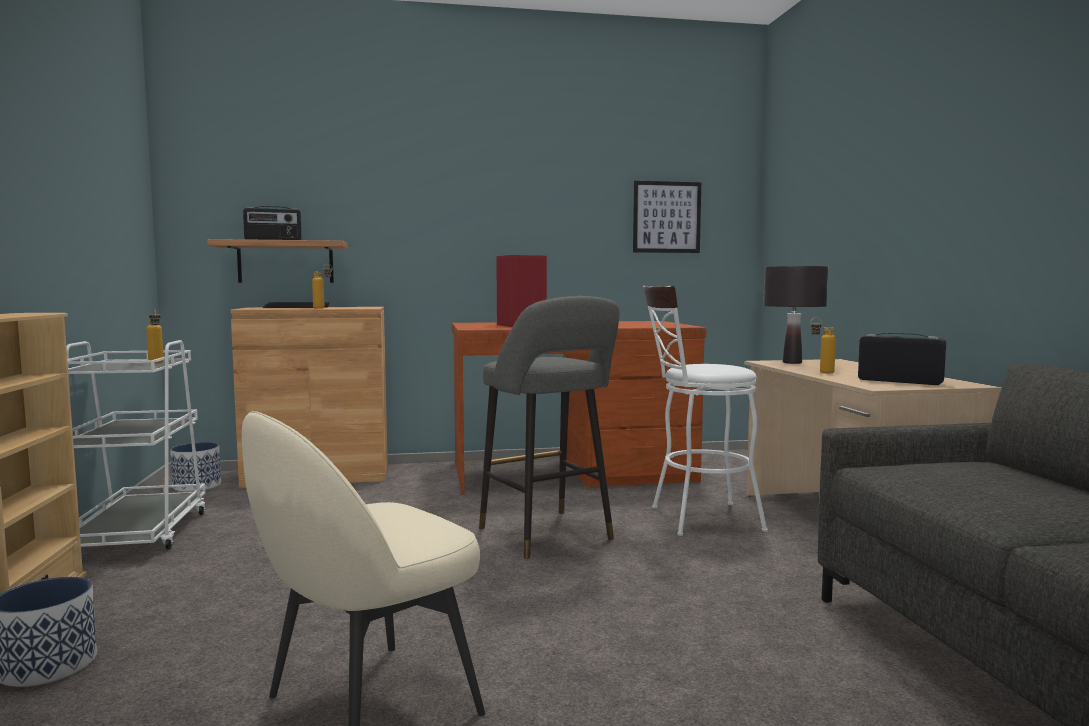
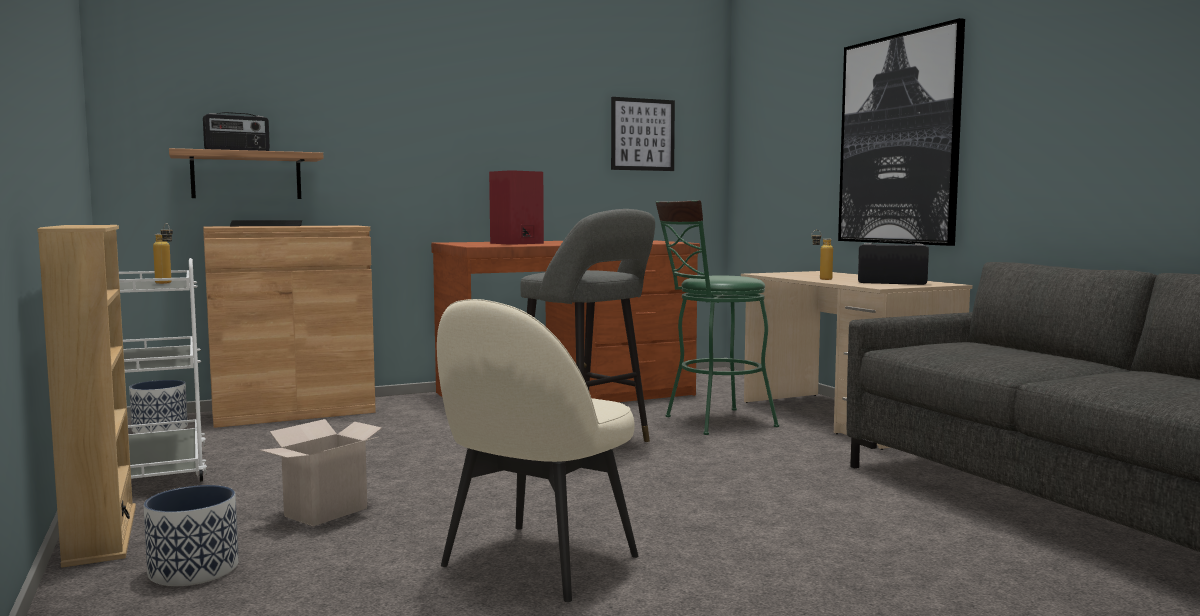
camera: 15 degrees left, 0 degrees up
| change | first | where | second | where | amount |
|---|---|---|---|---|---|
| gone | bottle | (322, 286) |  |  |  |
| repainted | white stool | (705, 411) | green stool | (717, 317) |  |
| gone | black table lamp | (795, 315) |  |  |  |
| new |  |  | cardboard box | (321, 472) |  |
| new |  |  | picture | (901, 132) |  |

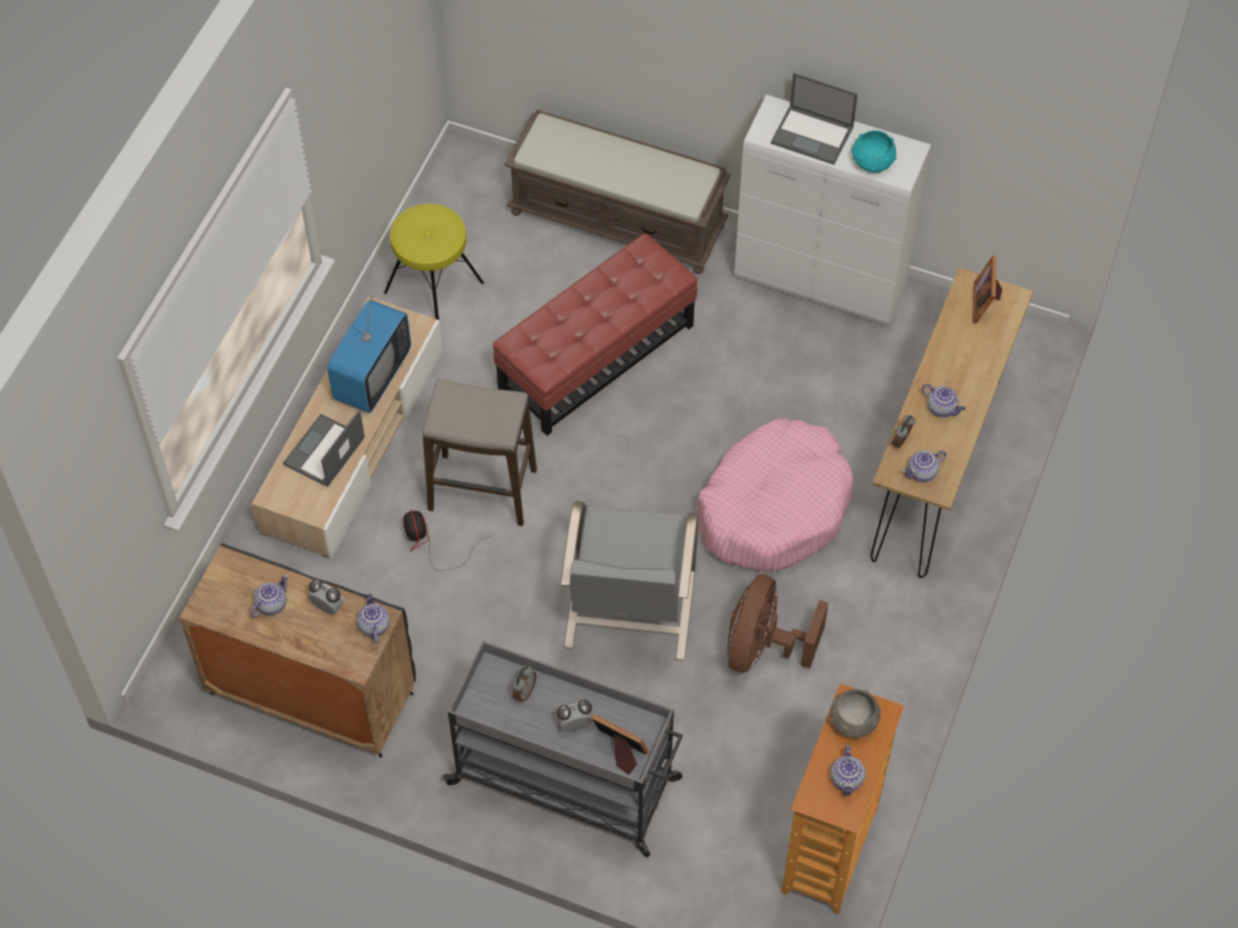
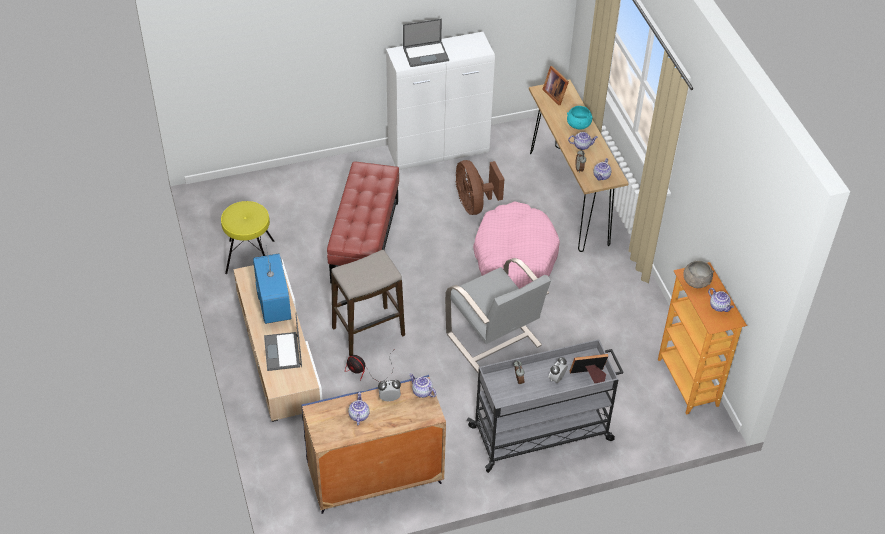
camera: 40 degrees left, 10 degrees down
| change | first | where | second | where | amount |
|---|---|---|---|---|---|
| repainted | black cabinet | (297, 650) | blue cabinet | (374, 444) |  |
| gone | brown bench | (617, 191) |  |  |  |
| shifted | brown fan | (777, 623) |  | (479, 187) |  |
| shifted | turquoise bowl | (873, 151) |  | (580, 118) |  |

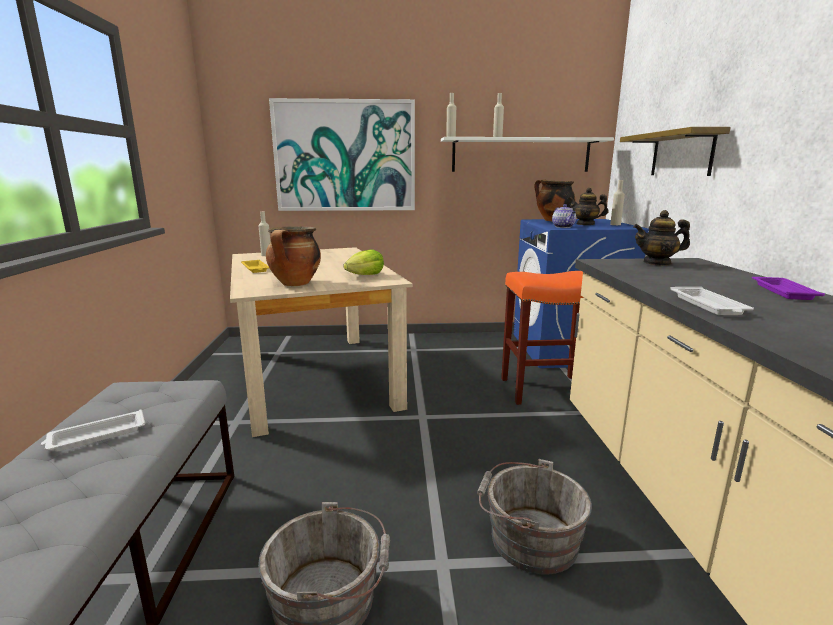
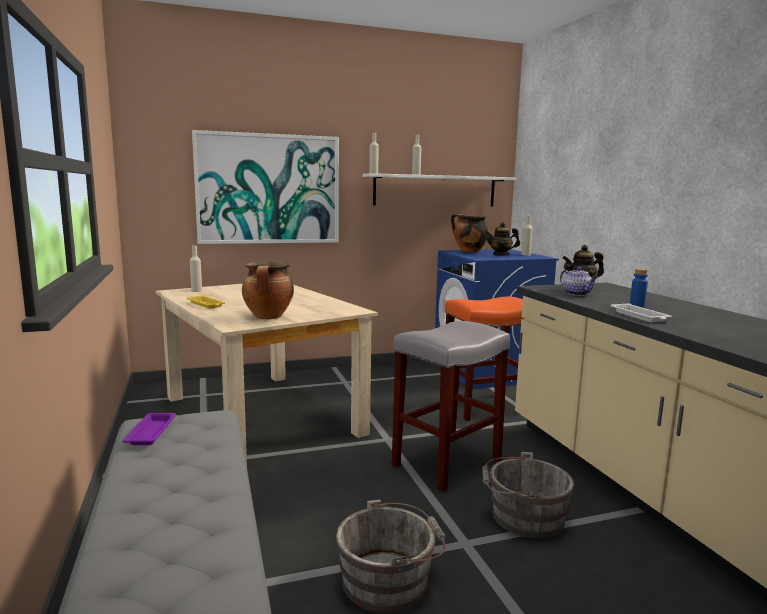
camera: 15 degrees left, 5 degrees down
| change | first | where | second | where | amount |
|---|---|---|---|---|---|
| gone | white tray | (93, 431) |  |  |  |
| gone | lettuce | (364, 262) |  |  |  |
| shifted | teapot | (564, 216) |  | (579, 281) |  |
| gone | shelf | (675, 151) |  |  |  |
| shifted | purple tray | (788, 288) |  | (149, 429) |  |
| new |  |  | grey stool | (451, 406) |  |
| new |  |  | blue bottle | (639, 288) |  |

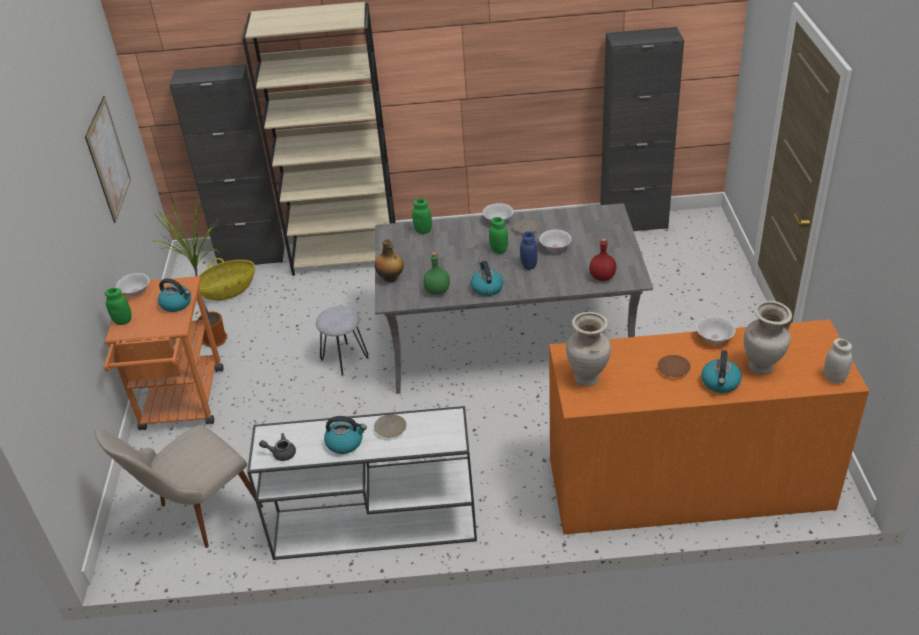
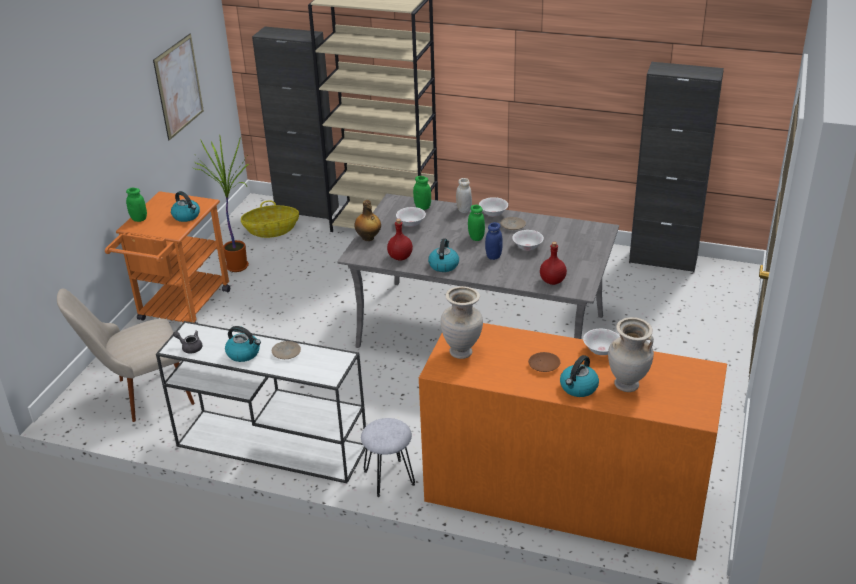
camera: 20 degrees right, 5 degrees down
| change | first | where | second | where | amount |
|---|---|---|---|---|---|
| shifted | white bowl | (132, 284) |  | (411, 217) |  |
| shifted | grey stool | (342, 340) |  | (388, 457) |  |
| repainted | green bottle | (436, 273) | red bottle | (400, 239) |  |
| shifted | white jar | (838, 361) |  | (464, 195) |  |

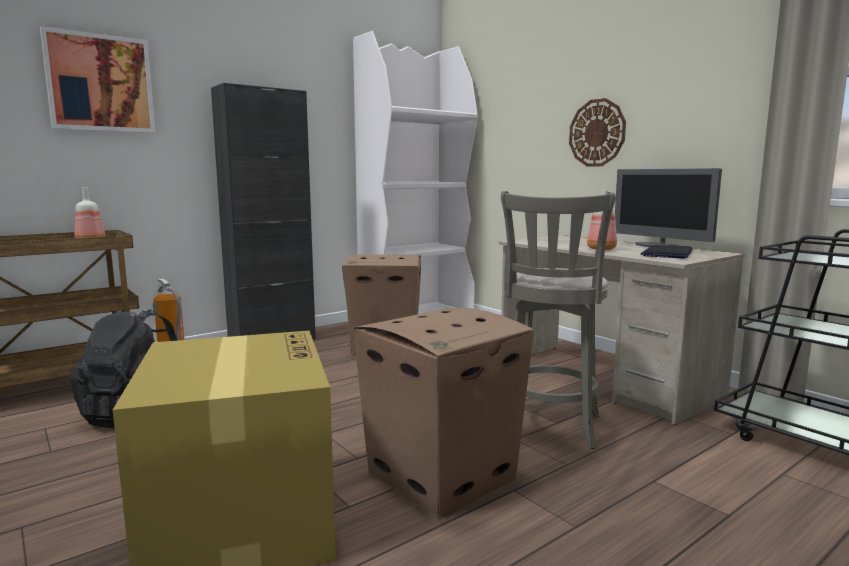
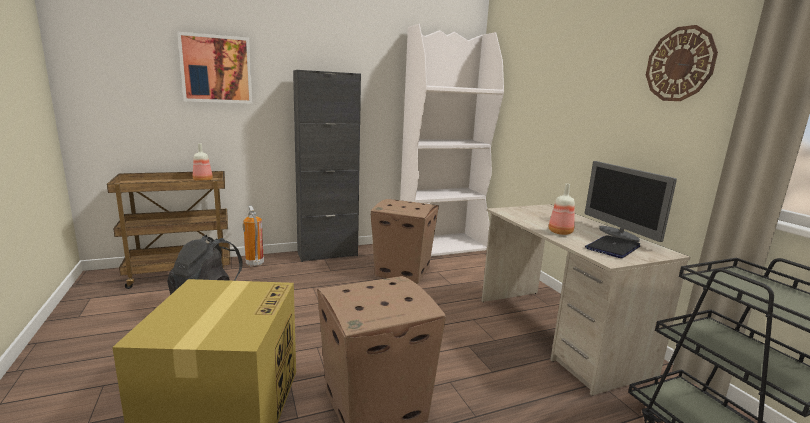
camera: 15 degrees right, 5 degrees up
| change | first | where | second | where | amount |
|---|---|---|---|---|---|
| gone | grey stool | (558, 320) |  |  |  |
| shifted | wall clock | (597, 132) |  | (682, 63) |  |

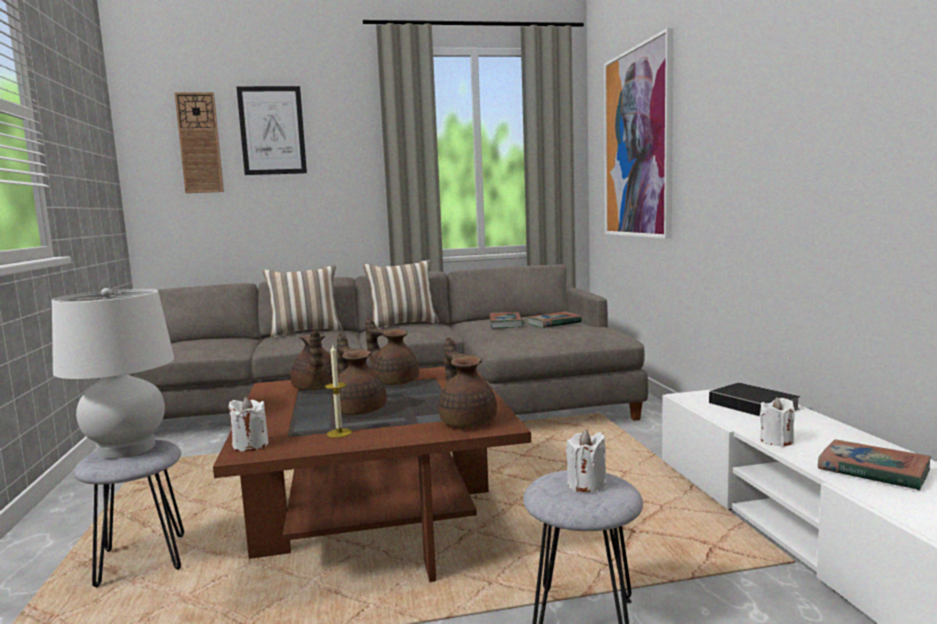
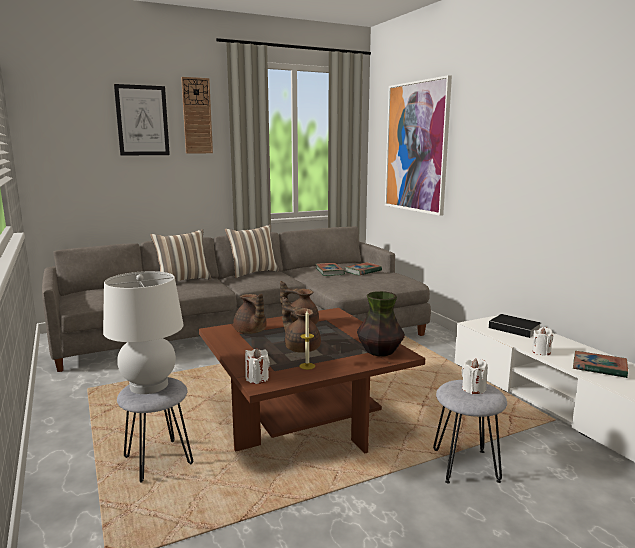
camera: 15 degrees left, 5 degrees up
| change | first | where | second | where | amount |
|---|---|---|---|---|---|
| shifted | wall clock | (199, 142) |  | (197, 115) |  |
| swapped | brown teapot | (468, 382) | vase | (381, 323) |  |

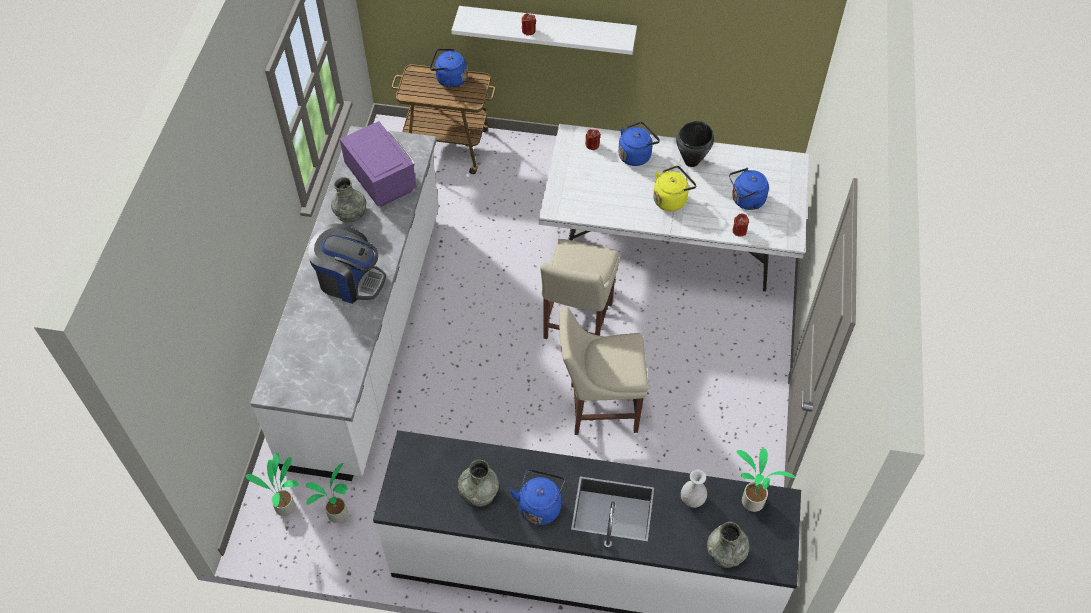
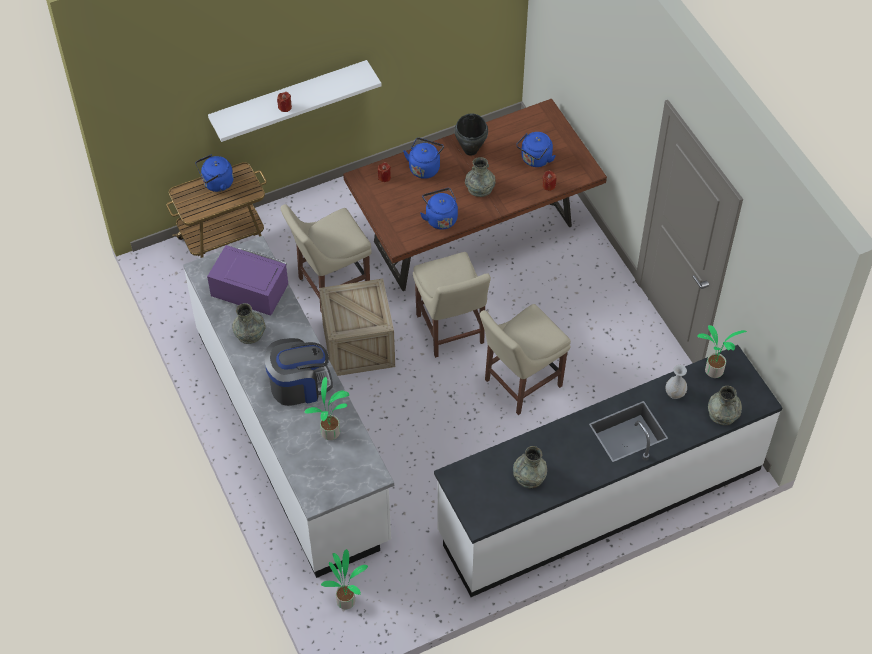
camera: 35 degrees left, 0 degrees up
| change | first | where | second | where | amount |
|---|---|---|---|---|---|
| shifted | potted plant | (326, 493) |  | (326, 408) |  |
| shifted | blue kettle | (537, 497) |  | (439, 209) |  |
| repainted | white dining table | (674, 207) | brown dining table | (475, 194) |  |
| swapped | yellow kettle | (675, 188) | grey vase | (480, 177) |  |
| new |  |  | beige chair | (326, 258) |  |
| new |  |  | crate | (357, 327) |  |

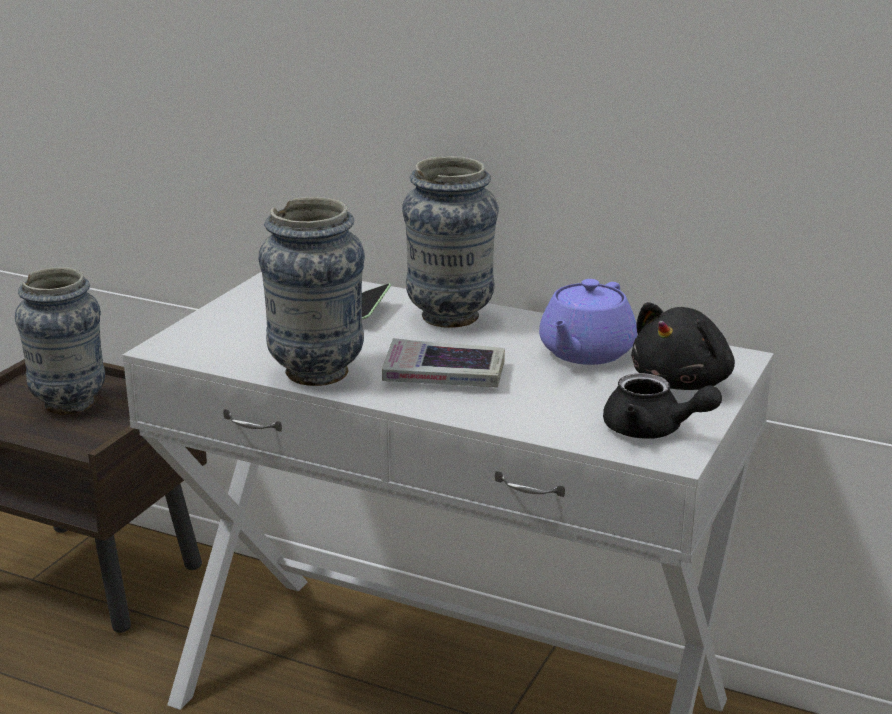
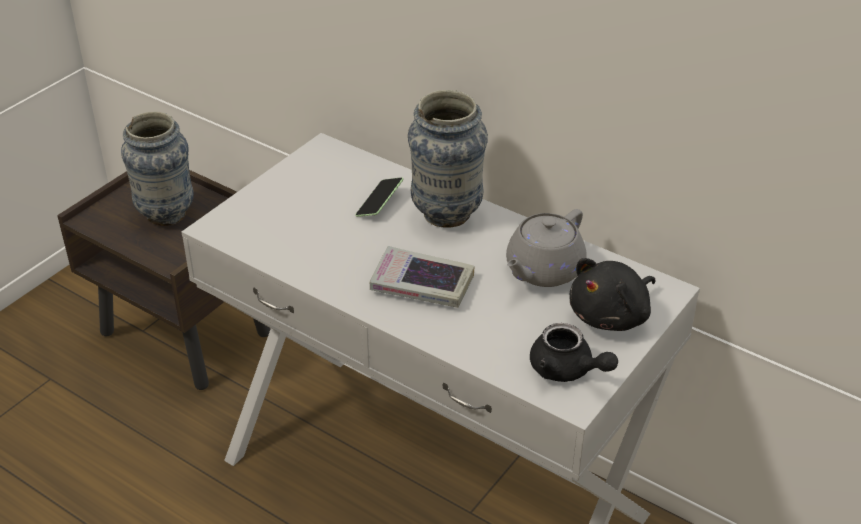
camera: 10 degrees right, 15 degrees up
| change | first | where | second | where | amount |
|---|---|---|---|---|---|
| gone | vase | (311, 291) |  |  |  |
| repainted | purple teapot | (588, 322) | grey teapot | (546, 248) |  |

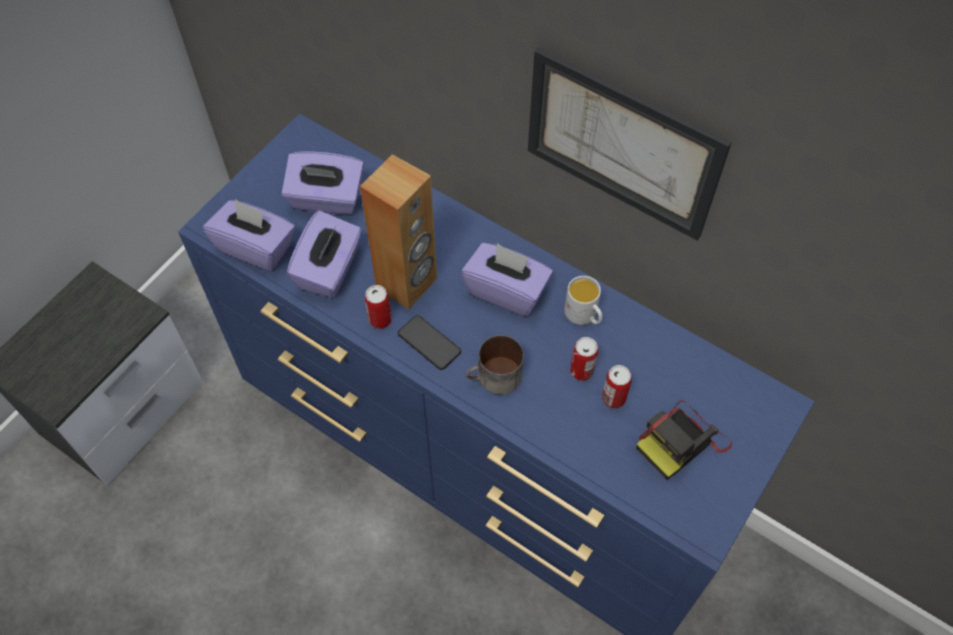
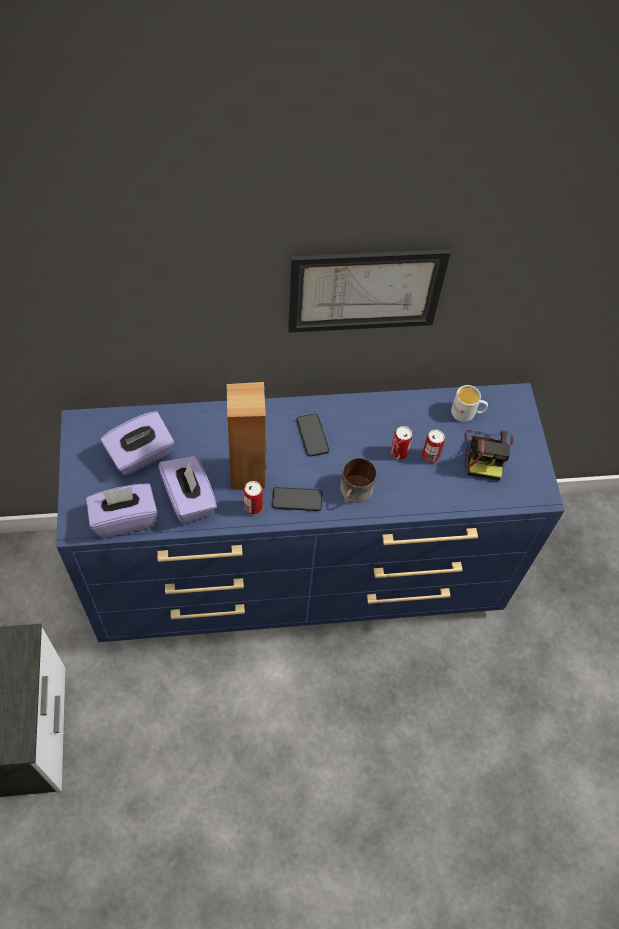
camera: 45 degrees left, 0 degrees up
| change | first | where | second | where | amount |
|---|---|---|---|---|---|
| swapped | purple tissue box | (507, 280) | phone | (312, 435) |  |
| shifted | white mug | (584, 300) |  | (469, 403) |  |

